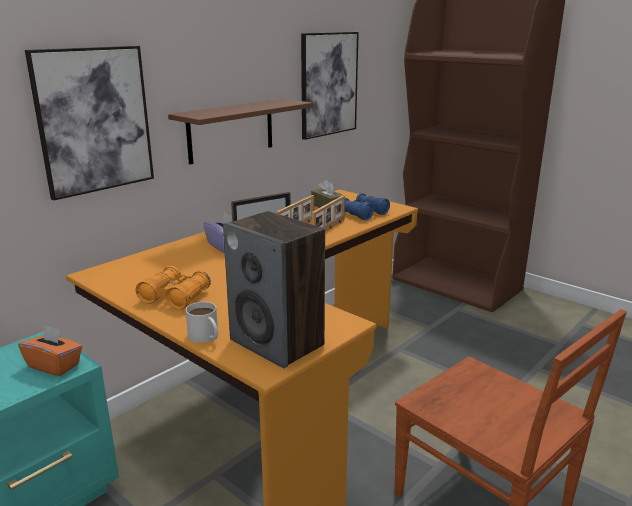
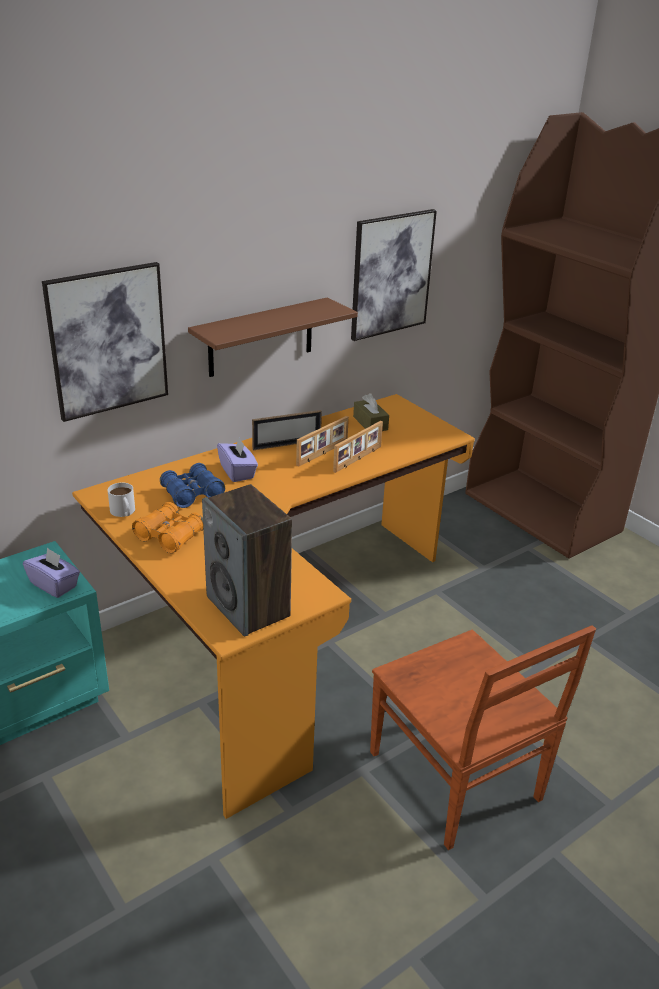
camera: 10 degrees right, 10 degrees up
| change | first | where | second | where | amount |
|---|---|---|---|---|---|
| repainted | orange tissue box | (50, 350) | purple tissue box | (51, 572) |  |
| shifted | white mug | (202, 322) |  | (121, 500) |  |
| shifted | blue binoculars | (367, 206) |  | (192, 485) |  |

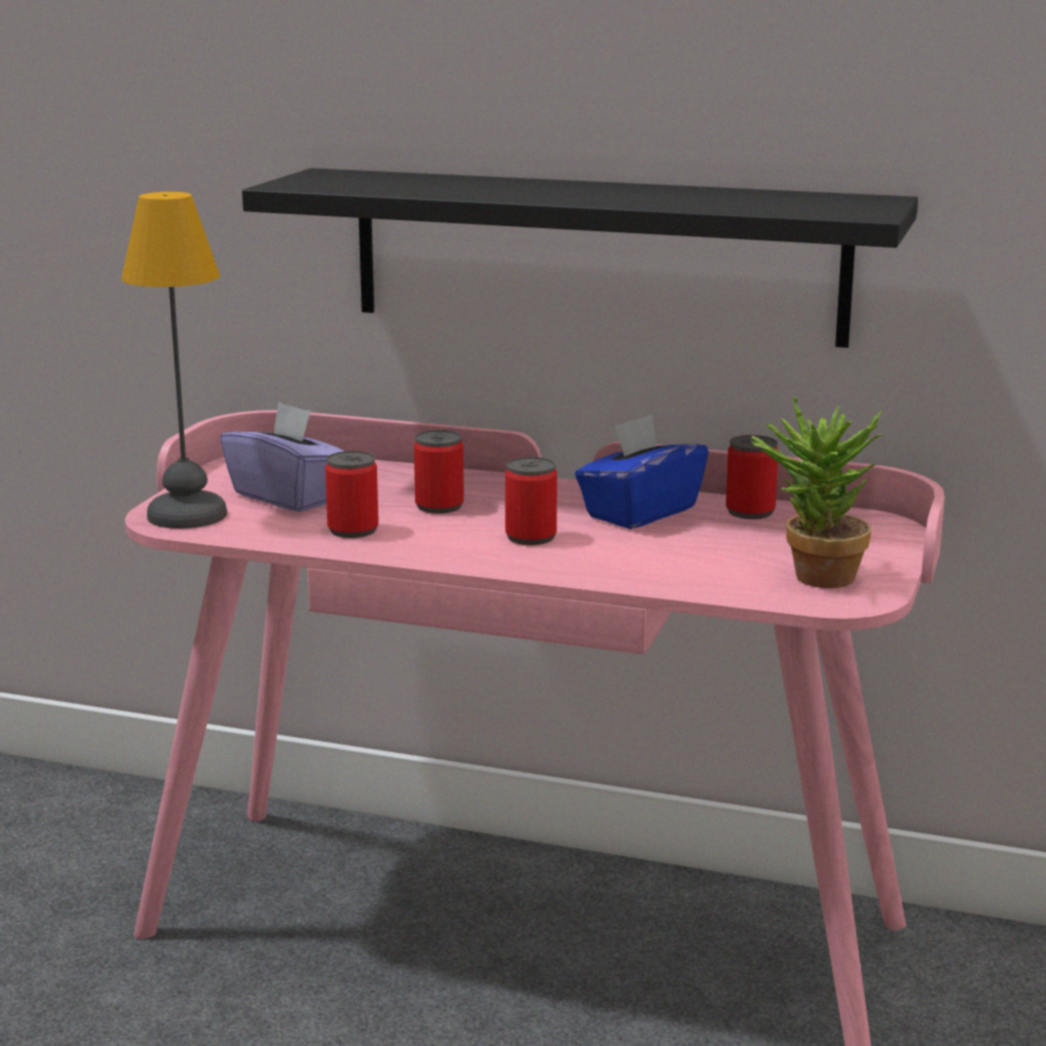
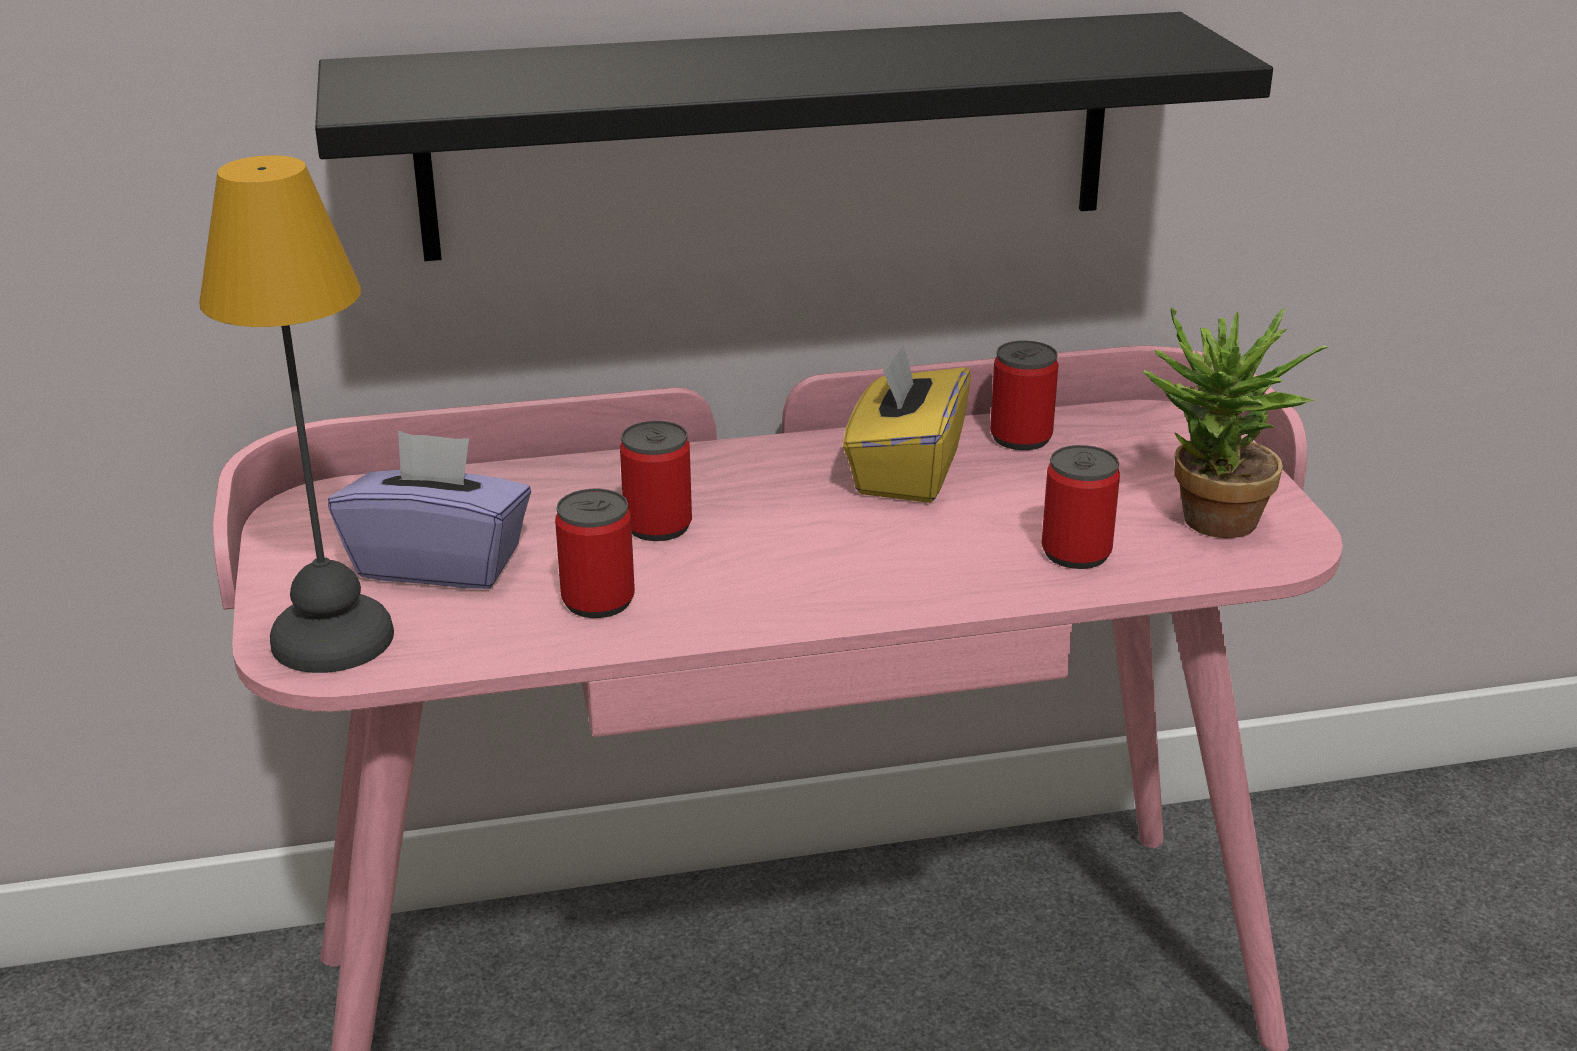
camera: 30 degrees left, 10 degrees up
| change | first | where | second | where | amount |
|---|---|---|---|---|---|
| shifted | can | (531, 501) |  | (1081, 507) |  |
| repainted | blue tissue box | (642, 471) | yellow tissue box | (907, 423) |  |

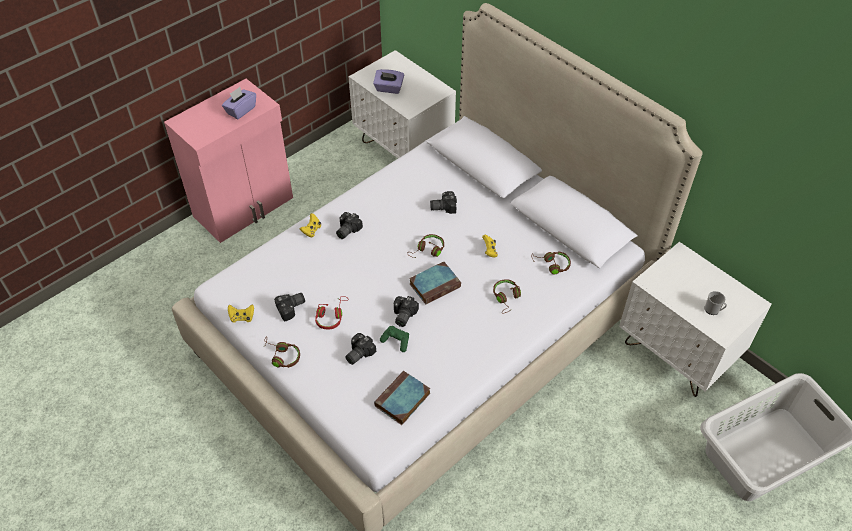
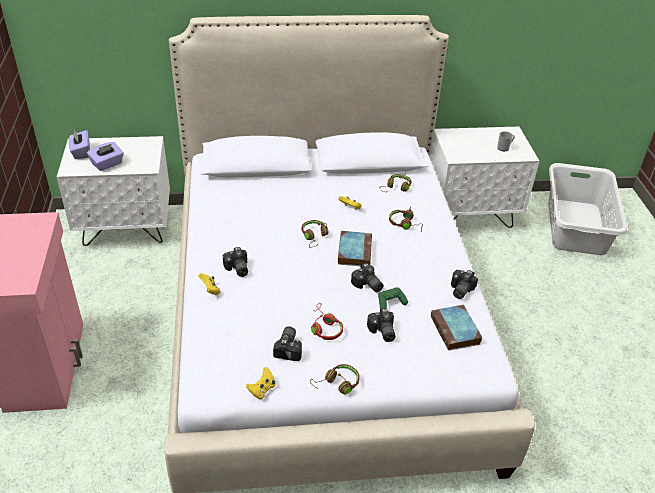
camera: 55 degrees left, 10 degrees down
| change | first | where | second | where | amount |
|---|---|---|---|---|---|
| shifted | purple tissue box | (239, 103) |  | (79, 144) |  |
| shifted | photo camera | (443, 202) |  | (464, 284) |  |

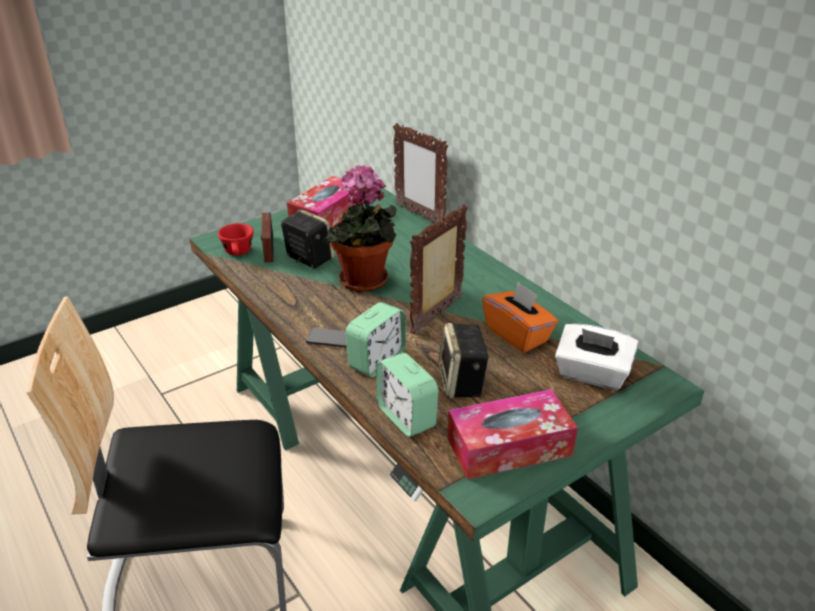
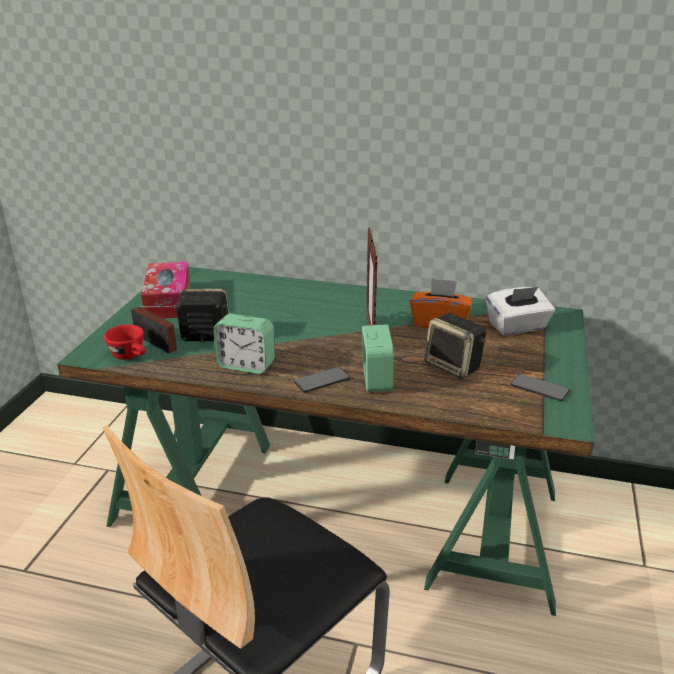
camera: 40 degrees left, 5 degrees down
| change | first | where | second | where | amount |
|---|---|---|---|---|---|
| gone | potted plant | (359, 228) |  |  |  |
| shifted | alarm clock | (407, 395) |  | (244, 344) |  |
| gone | picture frame | (420, 172) |  |  |  |
| swapped | tissue box | (512, 434) | phone | (540, 387) |  |

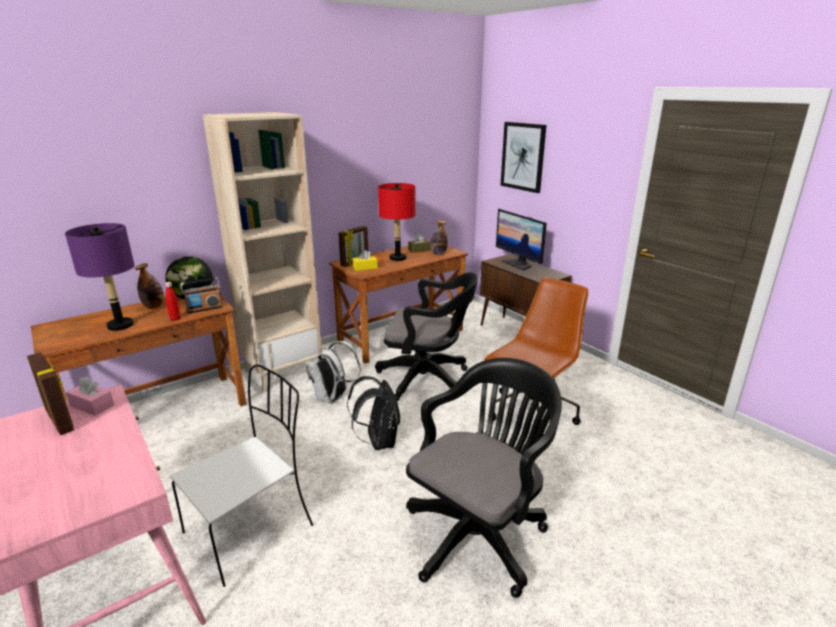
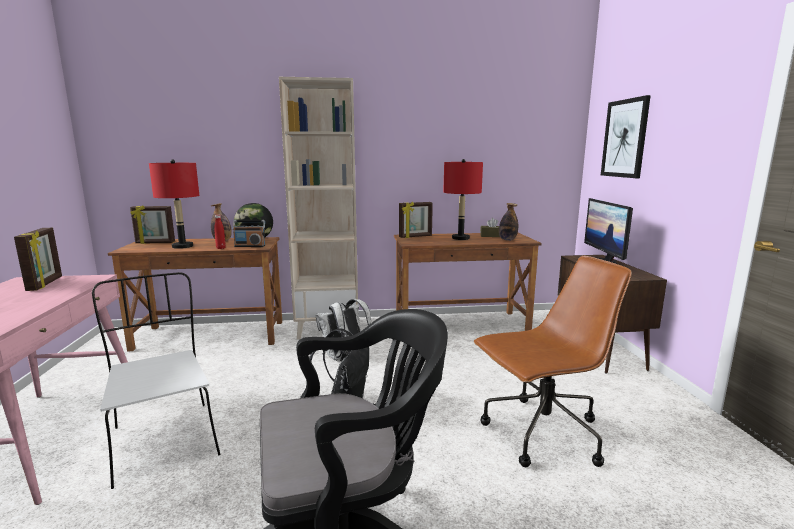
camera: 30 degrees right, 10 degrees down
| change | first | where | second | where | amount |
|---|---|---|---|---|---|
| repainted | purple table lamp | (99, 277) | red table lamp | (174, 204) |  |
| gone | pink tissue box | (90, 396) |  |  |  |
| rotated | white chair | (241, 475) |  | (156, 380) | 105 degrees counterclockwise |
| gone | yellow tissue box | (365, 260) |  |  |  |
| gone | black office chair | (426, 337) |  |  |  |
| new |  |  | picture frame | (152, 224) |  |

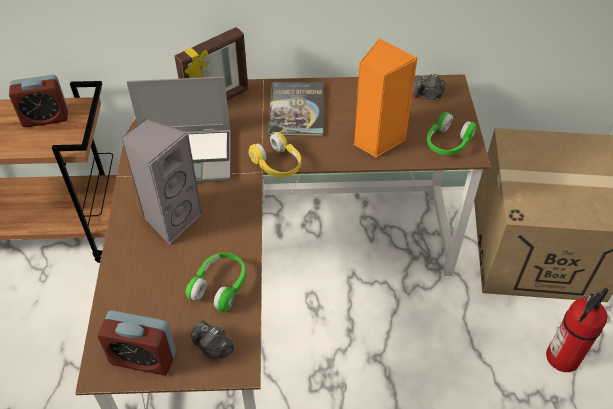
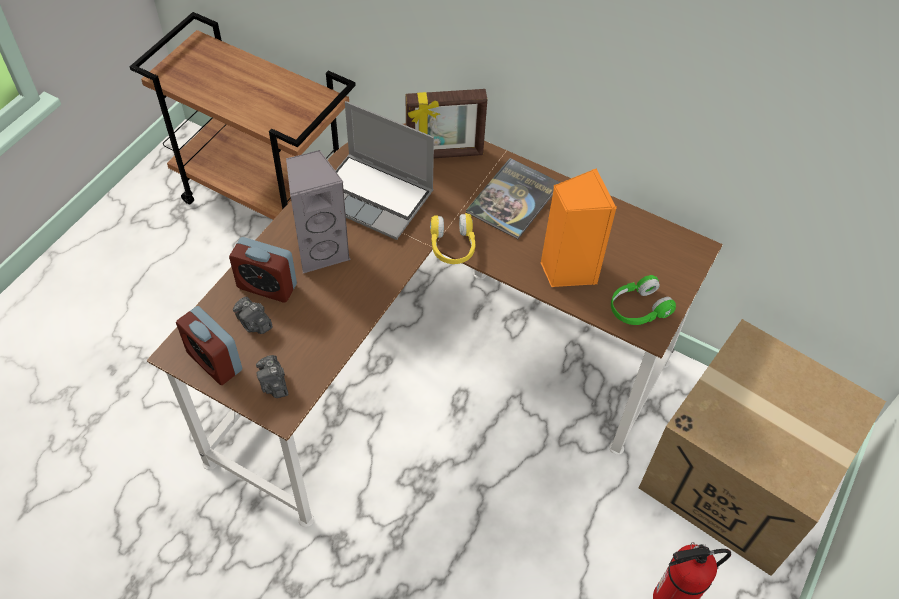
camera: 30 degrees right, 5 degrees up
| change | first | where | second | where | amount |
|---|---|---|---|---|---|
| shifted | alarm clock | (38, 101) |  | (263, 270) |  |
| gone | green headphones | (215, 282) |  |  |  |
| shifted | photo camera | (429, 86) |  | (253, 315) |  |

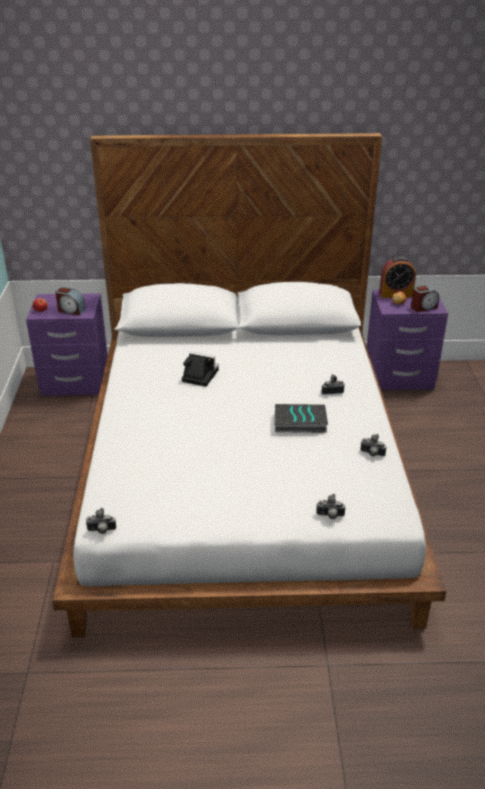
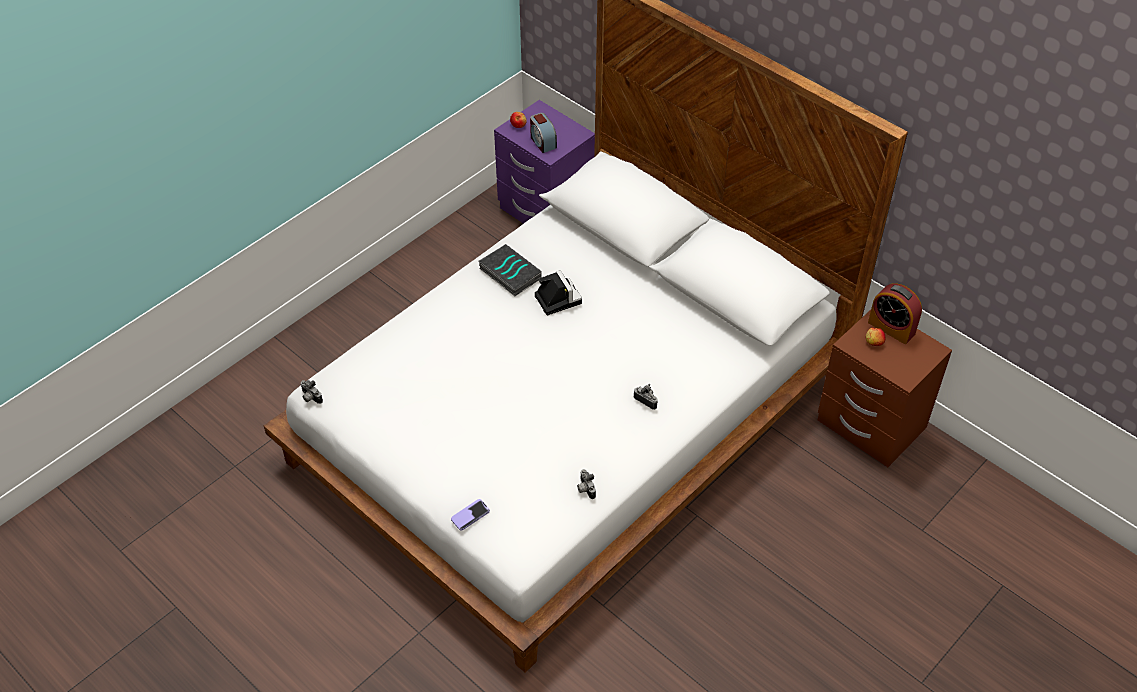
camera: 45 degrees right, 15 degrees up
| change | first | where | second | where | amount |
|---|---|---|---|---|---|
| shifted | book | (301, 418) |  | (510, 270) |  |
| swapped | photo camera | (330, 506) | phone | (470, 515) |  |
| repainted | purple nightstand | (407, 339) | brown nightstand | (885, 388) |  |
| gone | alarm clock | (425, 298) |  |  |  |

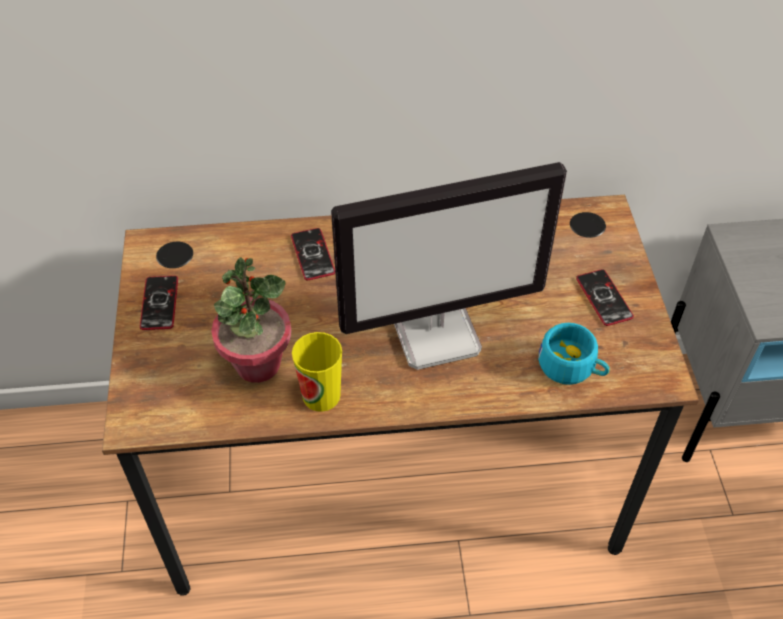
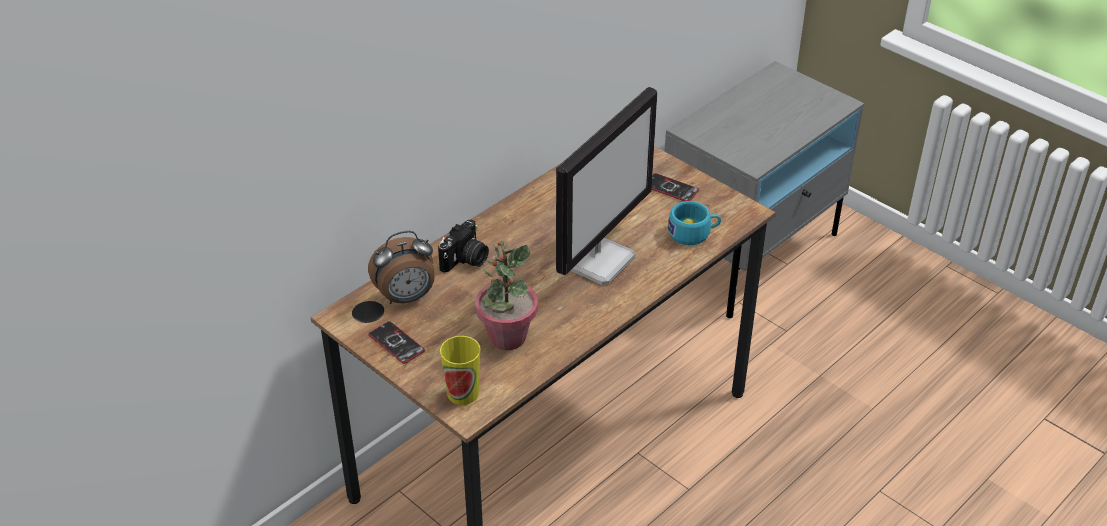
camera: 40 degrees left, 10 degrees down
| change | first | where | second | where | amount |
|---|---|---|---|---|---|
| swapped | phone | (313, 254) | photo camera | (463, 246) |  |
| shifted | cup | (317, 372) |  | (460, 370) |  |
| new |  |  | alarm clock | (401, 267) |  |

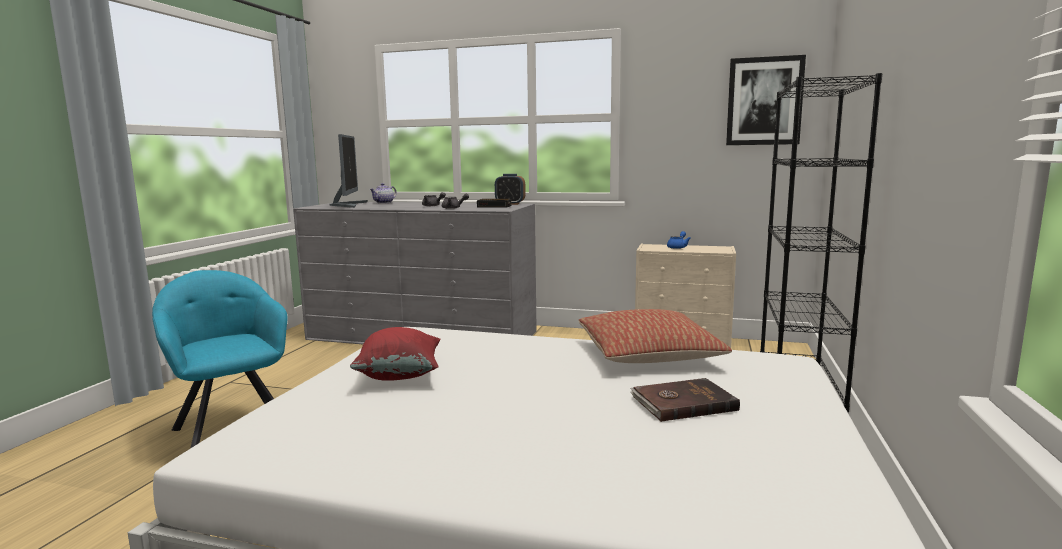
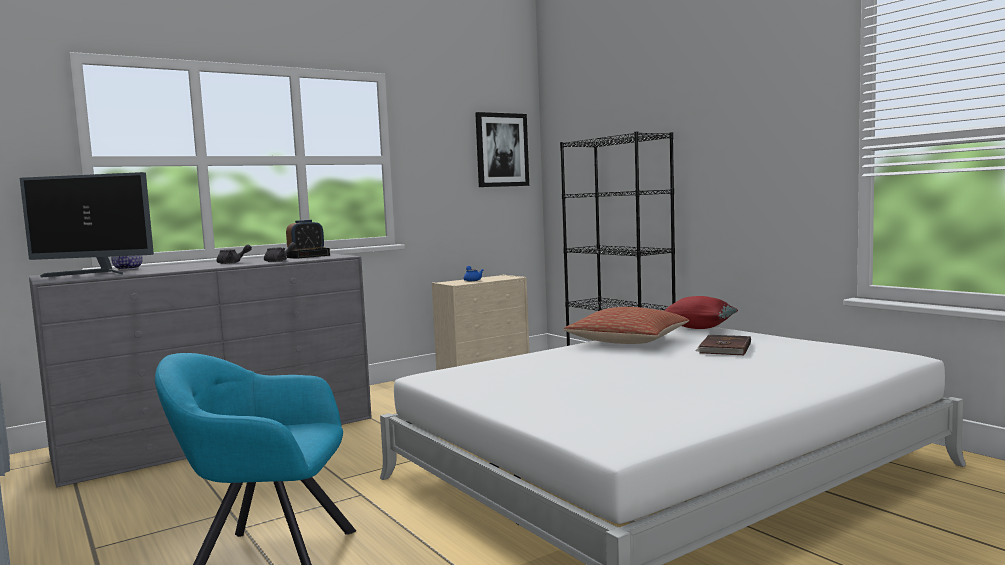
camera: 50 degrees left, 5 degrees down
| change | first | where | second | where | amount |
|---|---|---|---|---|---|
| rotated | monitor | (348, 171) |  | (87, 225) | 150 degrees clockwise |
| shifted | red pillow | (395, 354) |  | (701, 312) |  |

